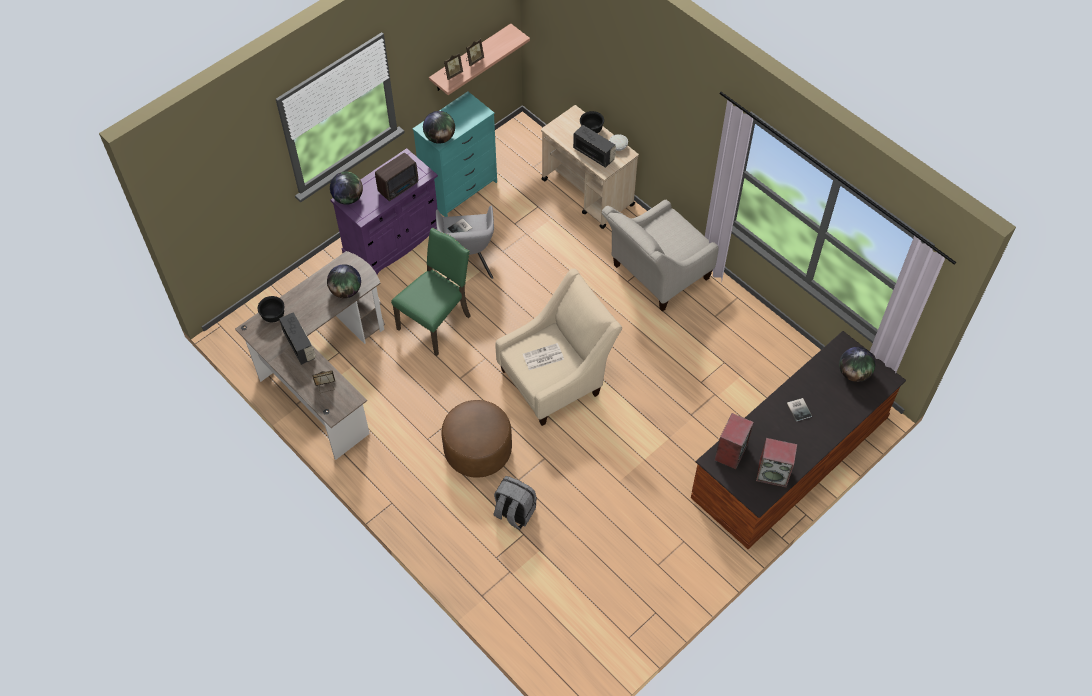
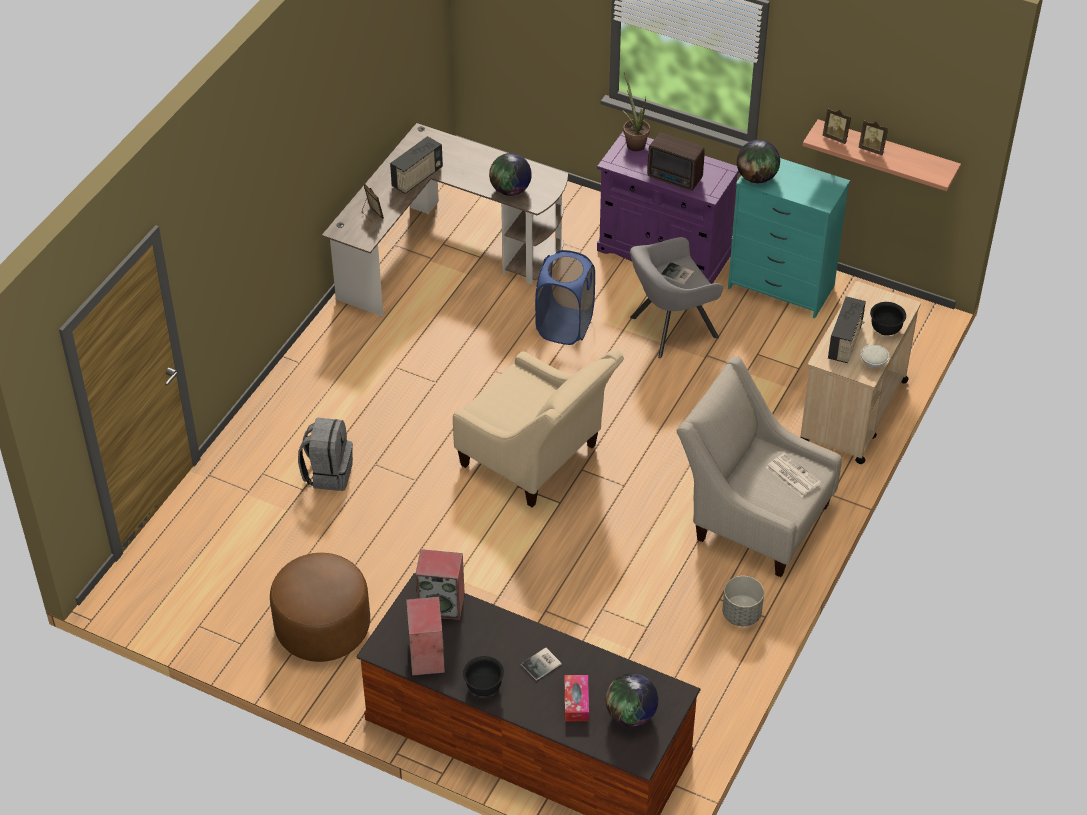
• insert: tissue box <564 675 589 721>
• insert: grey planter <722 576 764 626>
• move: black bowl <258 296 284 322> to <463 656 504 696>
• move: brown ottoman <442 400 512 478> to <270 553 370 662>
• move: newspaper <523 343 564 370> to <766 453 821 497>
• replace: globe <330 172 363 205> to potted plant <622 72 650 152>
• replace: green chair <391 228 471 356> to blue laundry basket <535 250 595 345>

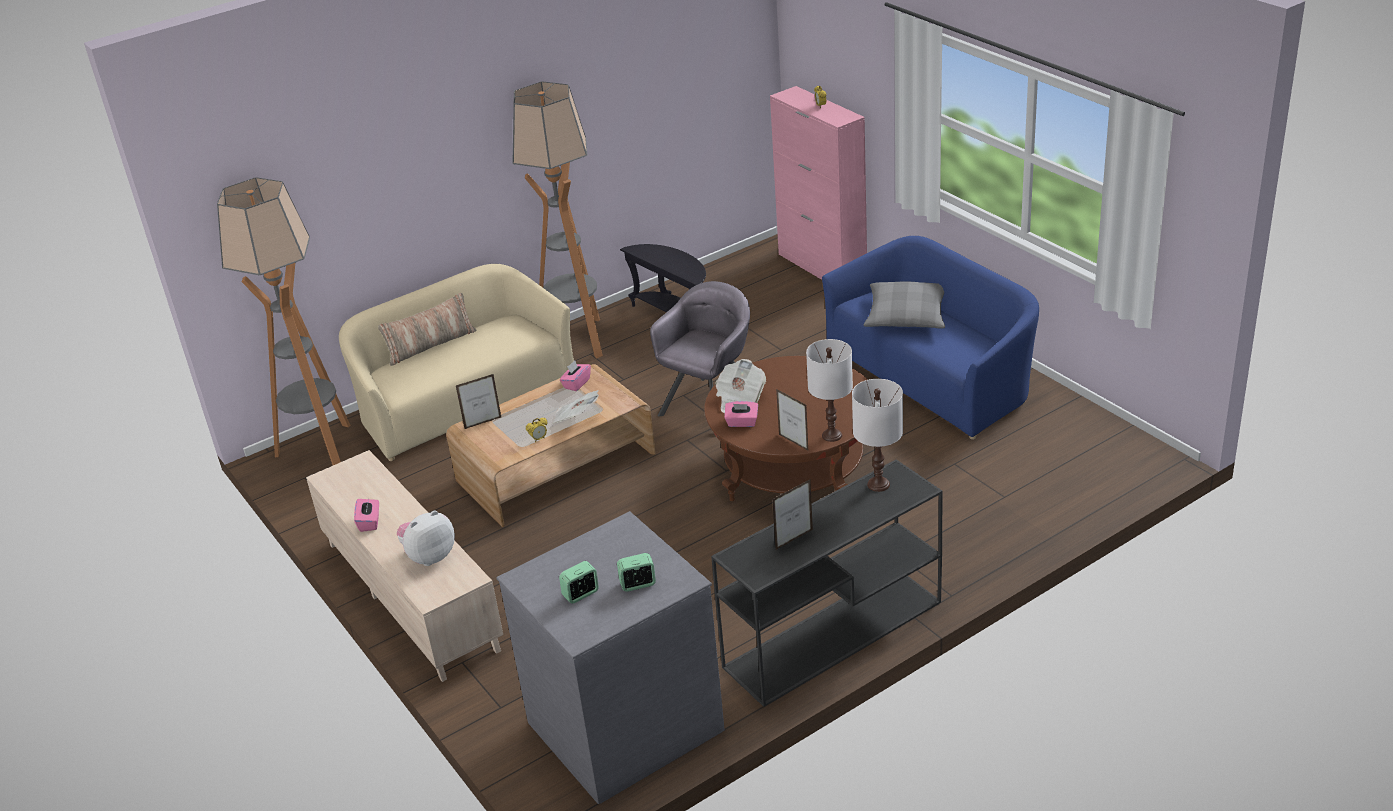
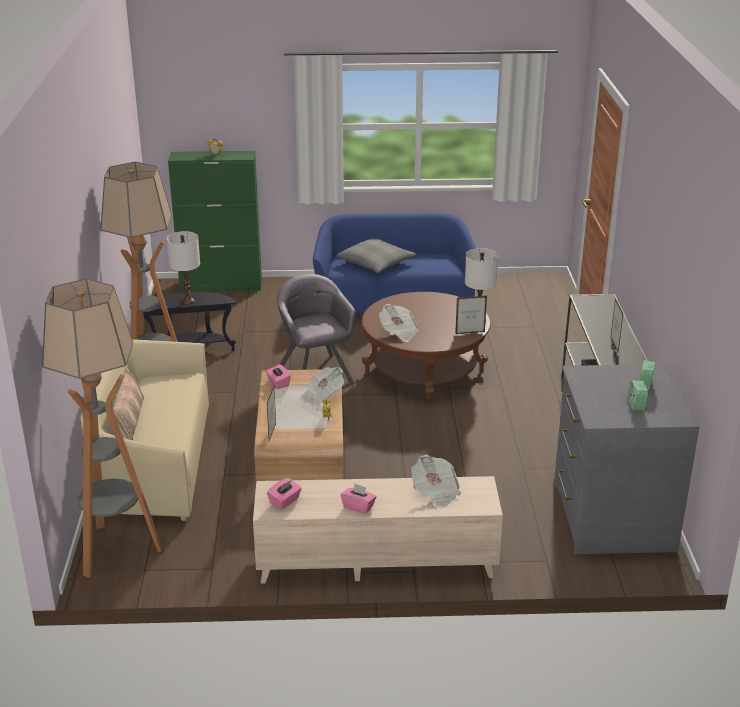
• move: pink tissue box <724 401 758 427> to <267 478 302 509>
• move: white table lamp <852 379 903 492> to <167 231 200 305>
• replace: plush toy <397 510 455 566> to newspaper <411 455 461 509>
• recolor: pink cabinet <770 86 867 280> to green cabinet <168 151 262 292>

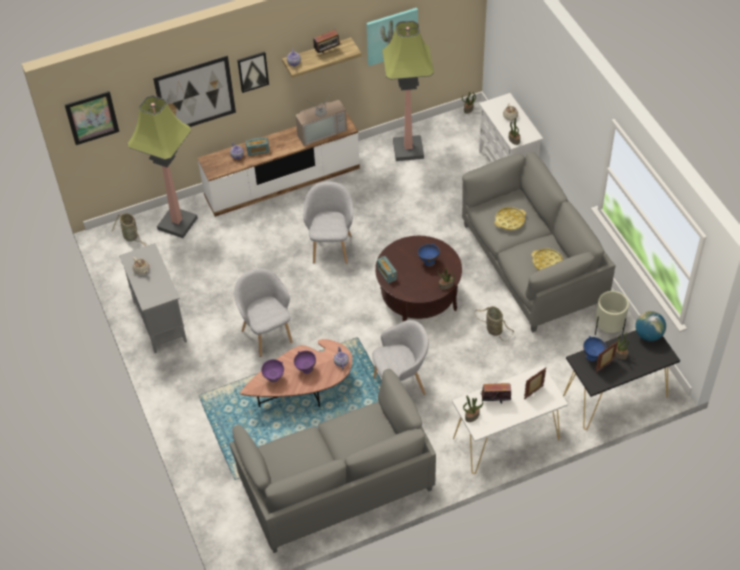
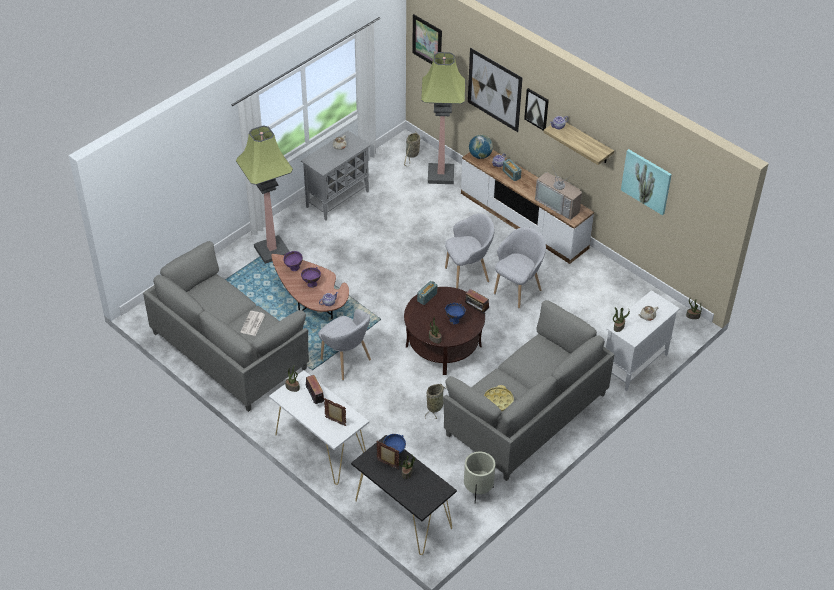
• delete: yellow tray <494 207 526 231>
• insert: newspaper <240 311 265 336>
• move: grey armchair <234 268 293 357> to <494 227 546 308>
• move: radio <314 29 340 53> to <465 289 489 313>
• move: floor lamp <382 21 434 161> to <236 125 293 264>
• move: globe <635 311 666 341> to <469 135 493 159>

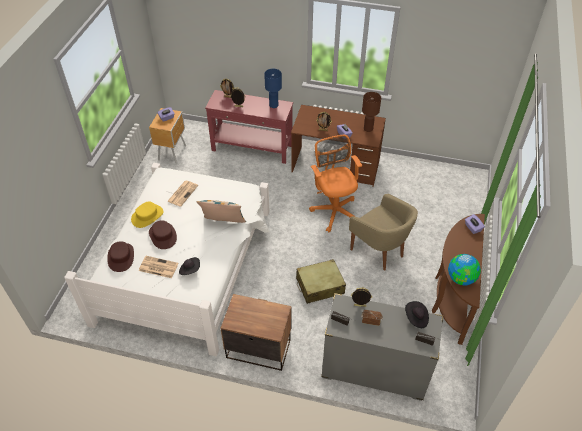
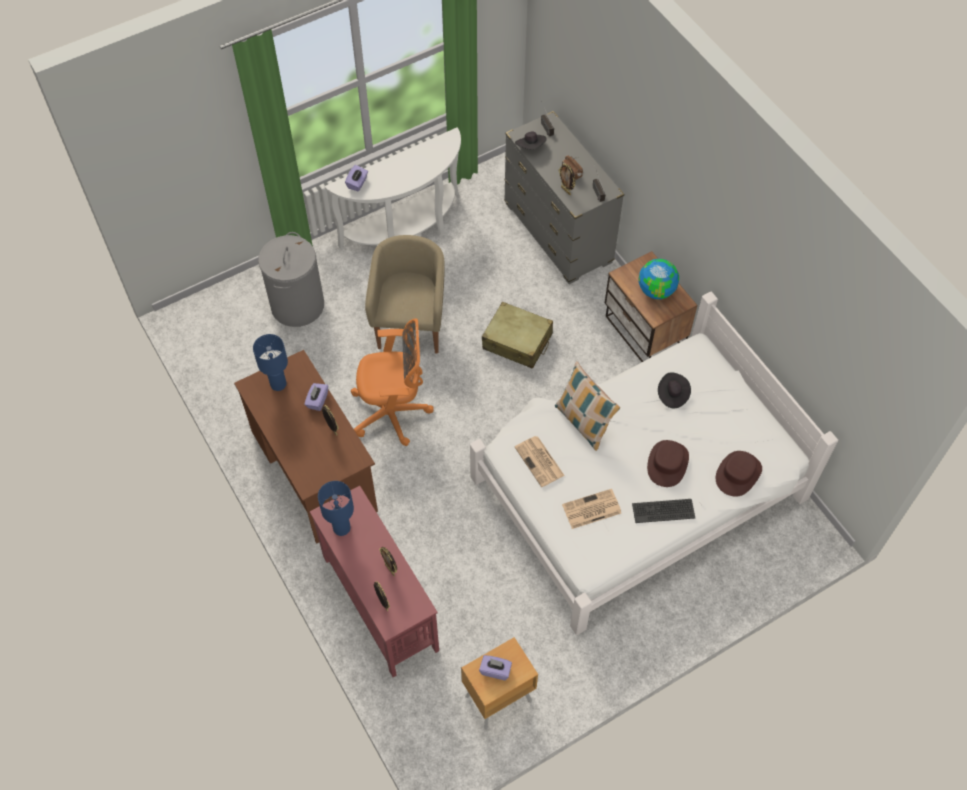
• insert: grey laundry basket <258 232 324 327>
• move: newspaper <139 256 178 278> to <515 436 565 487>
• move: globe <448 254 481 286> to <639 259 679 299>
• replace: yellow hat <131 201 163 228> to keyboard <632 499 695 523>
• recolor: brown table lamp <362 92 381 132> to blue table lamp <253 334 288 391>
• recolor: brown console table <432 214 485 345> to white console table <325 127 461 249>
• rotate: orange office chair <309 135 362 232> = <351 319 434 446> 120 degrees counterclockwise

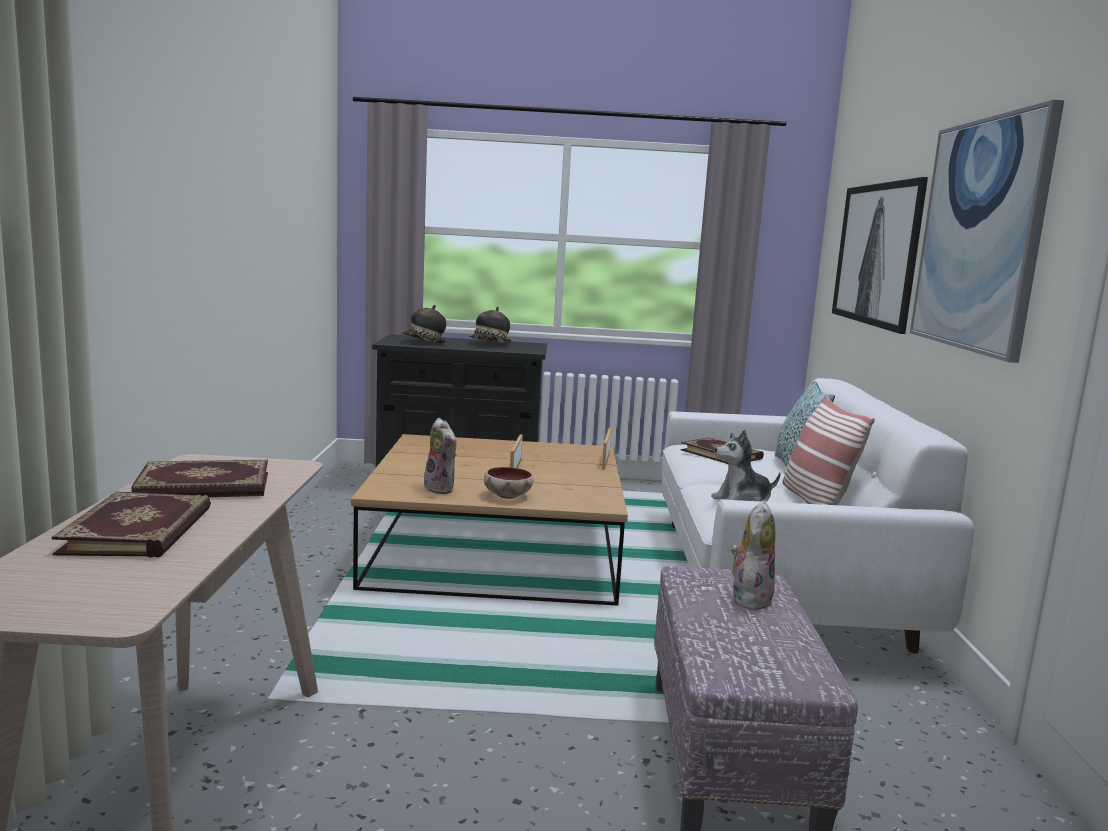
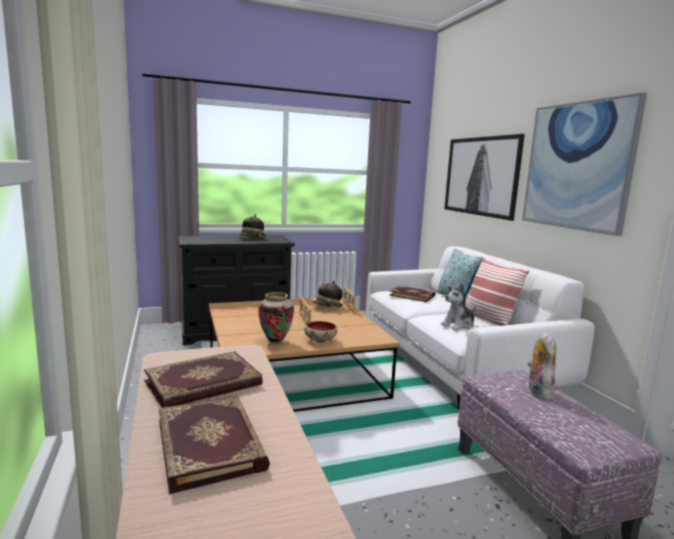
• move: hat <402 305 446 343> to <313 281 343 307>
• replace: plush toy <423 418 456 494> to vase <258 292 294 344>

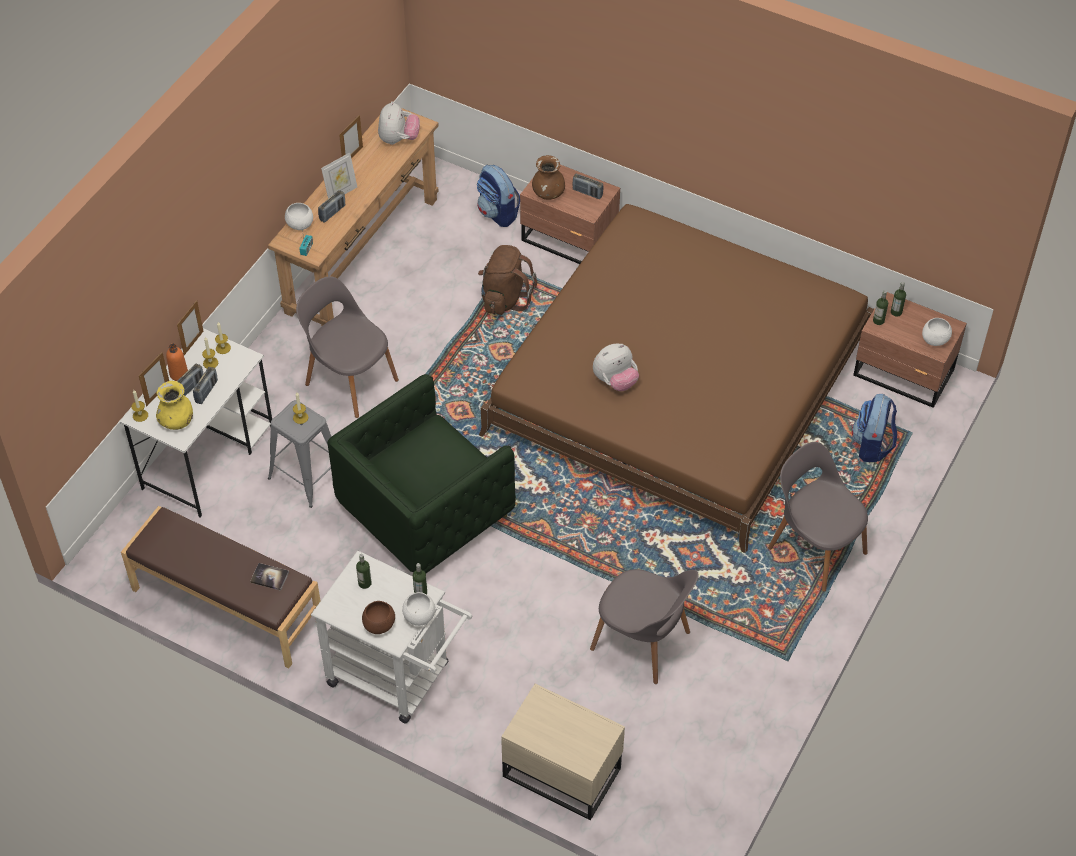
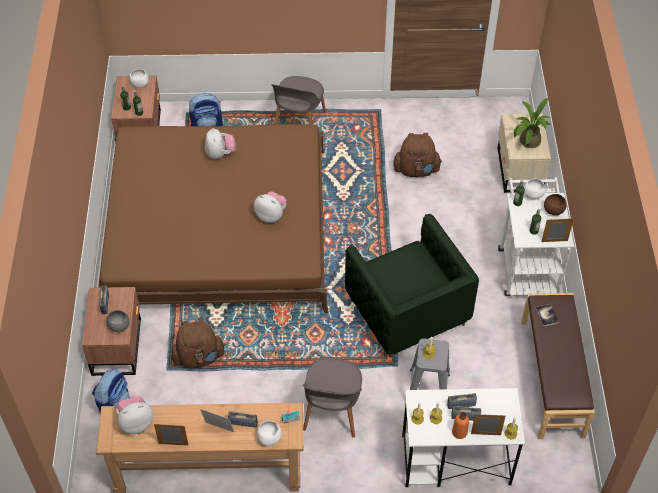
• delete: yellow vase <156 381 193 430>
• insert: plush toy <205 128 236 159>
• insert: potted plant <514 98 552 148>
• move: picture frame <177 300 203 355> to <542 218 574 242>
• replace: brown vase <532 155 565 200> to grey bowl <106 310 130 332>
• replace: grey chair <590 569 699 684> to brown backpack <393 133 442 178>
• rotate: green armchair <327 374 516 573> = <345 214 479 358> 45 degrees clockwise

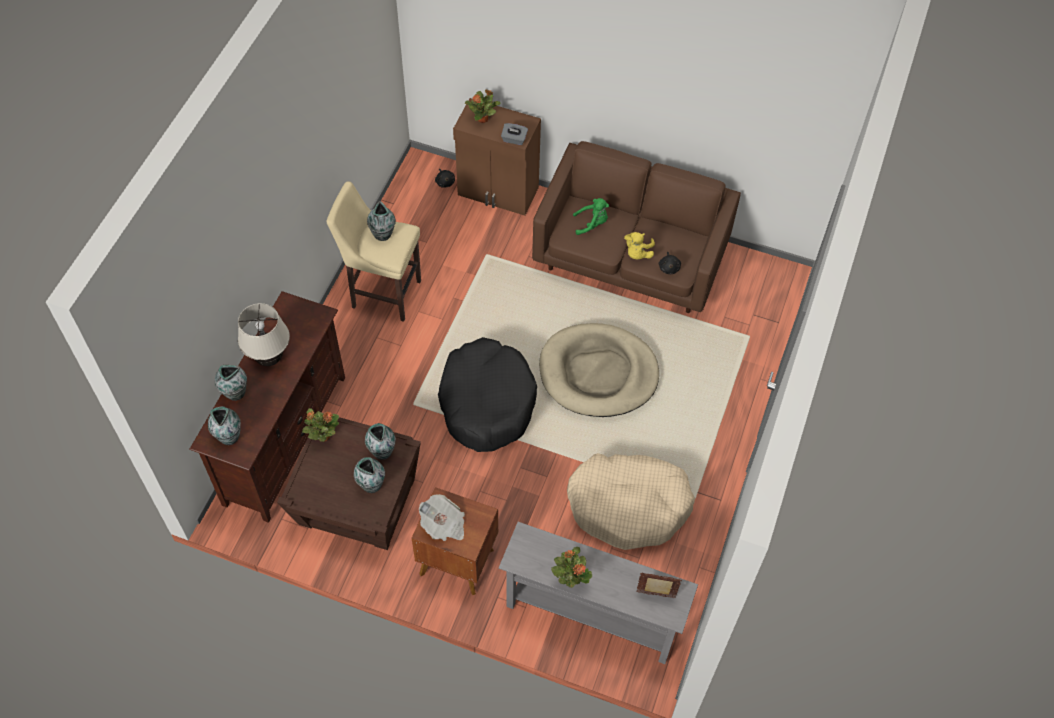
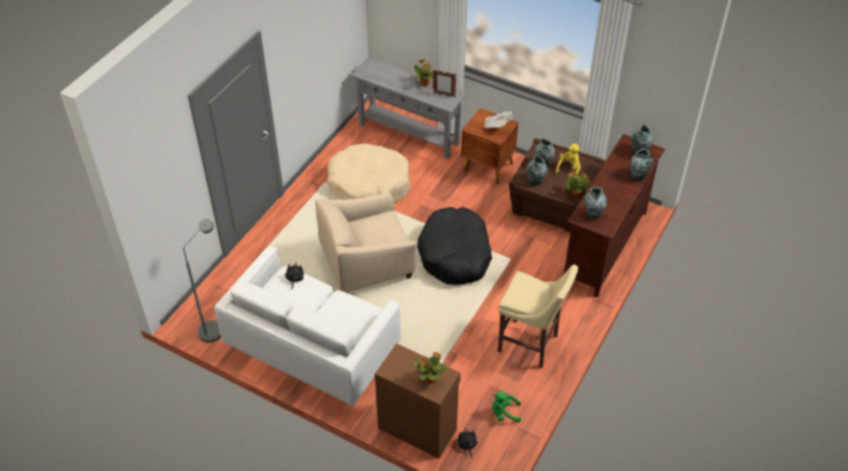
• delete: beige table lamp <238 303 290 366>
• delete: grey tissue box <501 123 528 145>
• insert: grey floor lamp <183 218 221 342>
• move: vase <367 201 396 241> to <584 187 607 219>
• move: green plush toy <573 198 609 235> to <492 391 521 423>
• move: yellow plush toy <624 232 655 259> to <555 144 581 175>
• move: picture frame <636 572 682 598> to <433 70 456 97>
• replace: beige dog bed <539 323 659 417> to beige armchair <315 192 416 294>
• recolor: brown sofa <532 141 741 313> to white sofa <214 246 401 406>

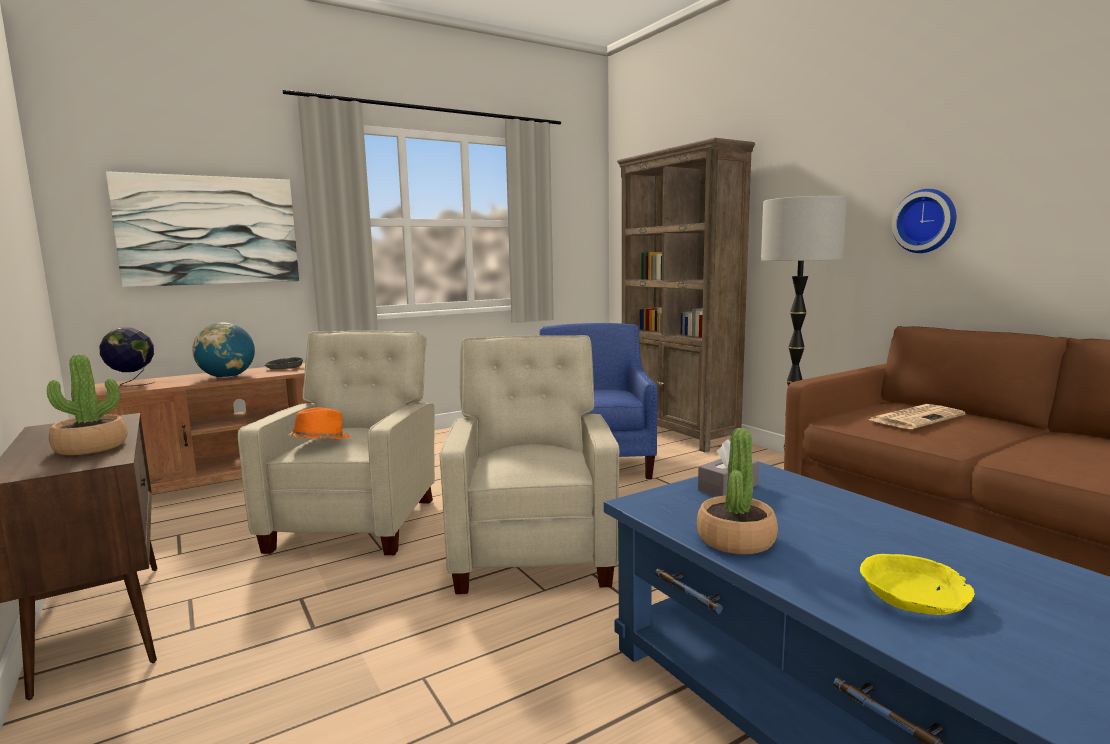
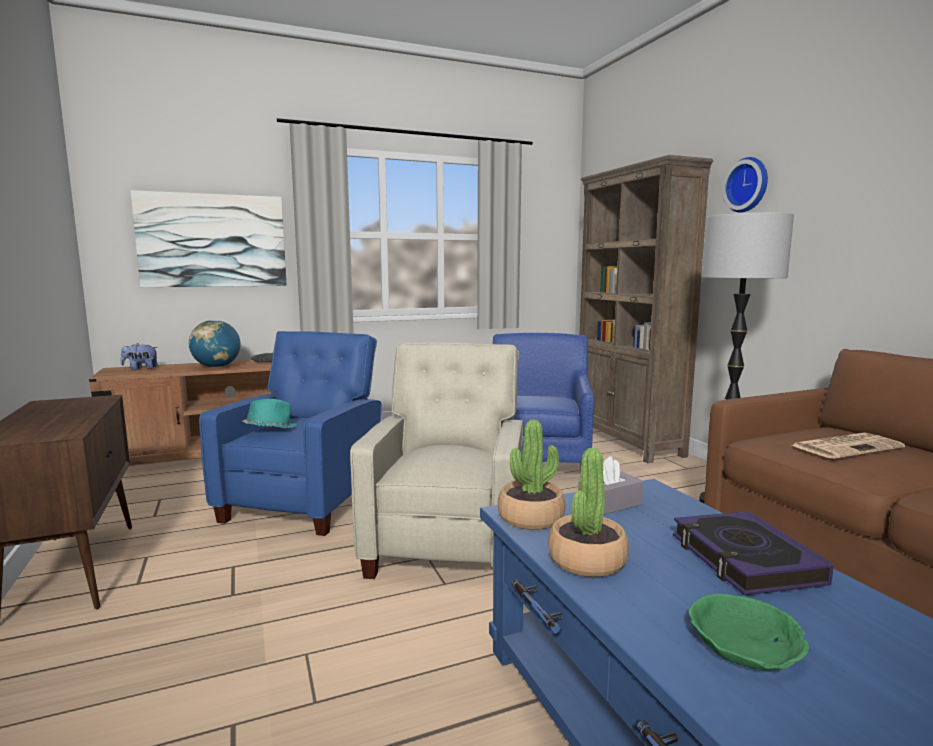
• insert: book <673 511 834 595>
• move: potted plant <47 354 127 455> to <498 420 565 530>
• move: wall clock <892 189 956 253> to <722 157 768 213>
• replace: globe <100 327 155 386> to plush toy <121 343 158 370>
• recolor: beige armchair <238 331 435 555> to blue armchair <199 331 382 536>
• recolor: orange hat <288 407 350 439> to turquoise hat <242 399 297 428>
• recolor: yellow bowl <860 554 975 615> to green bowl <688 593 810 671>

